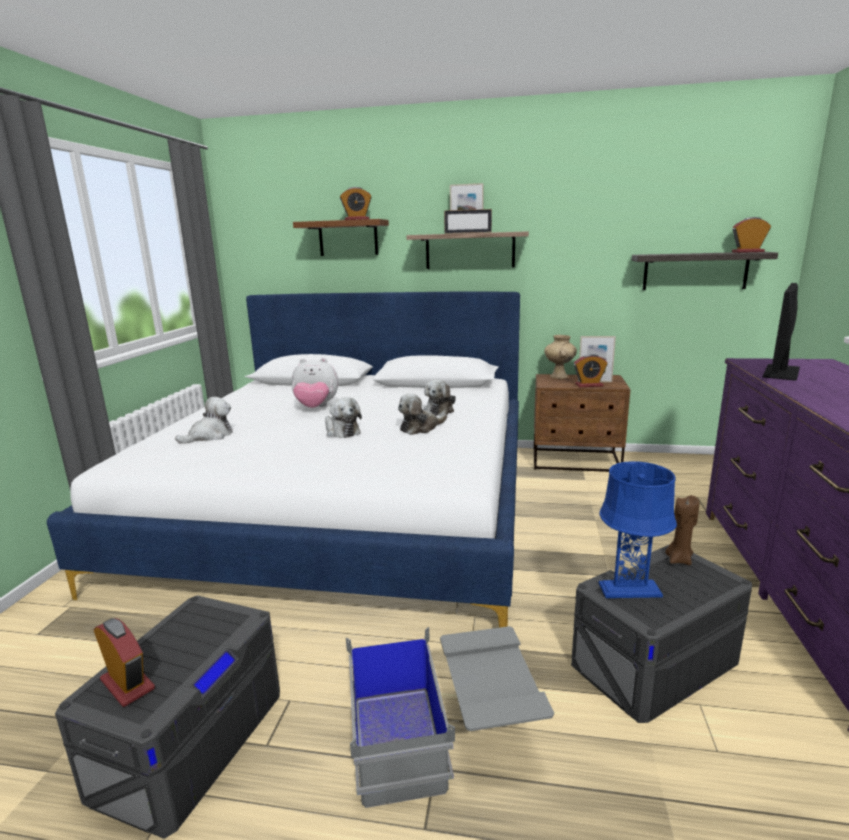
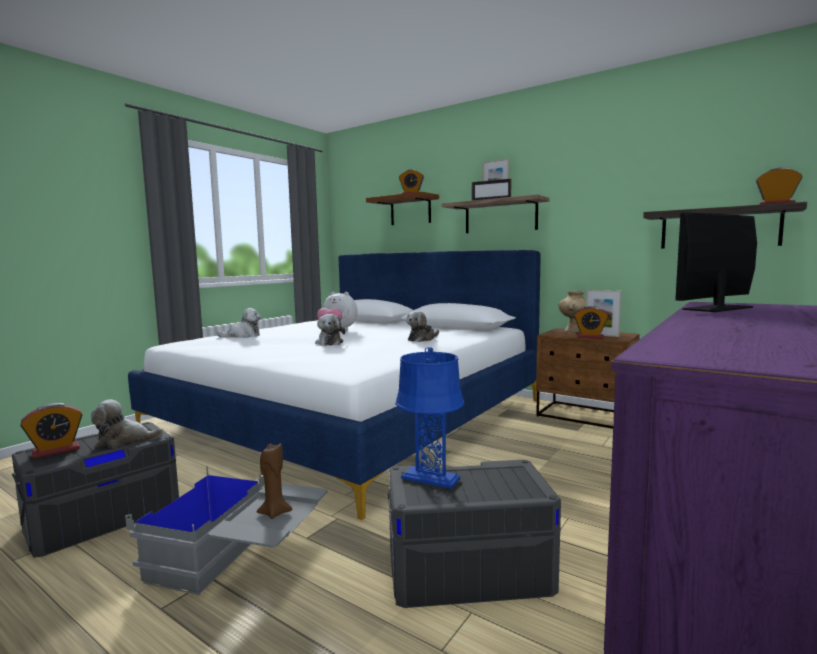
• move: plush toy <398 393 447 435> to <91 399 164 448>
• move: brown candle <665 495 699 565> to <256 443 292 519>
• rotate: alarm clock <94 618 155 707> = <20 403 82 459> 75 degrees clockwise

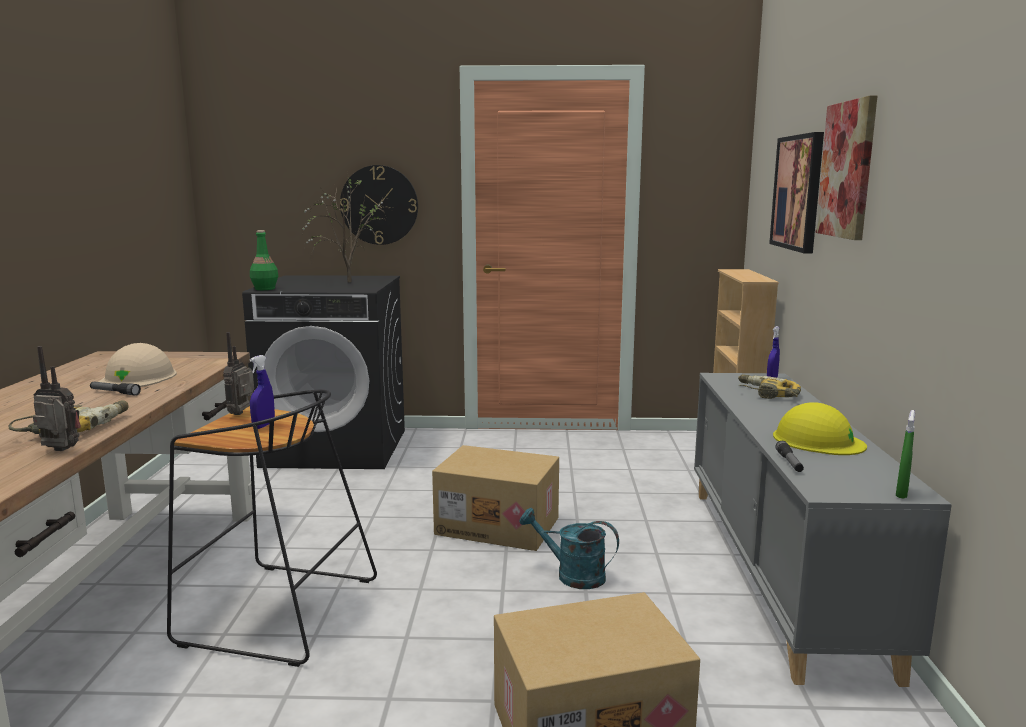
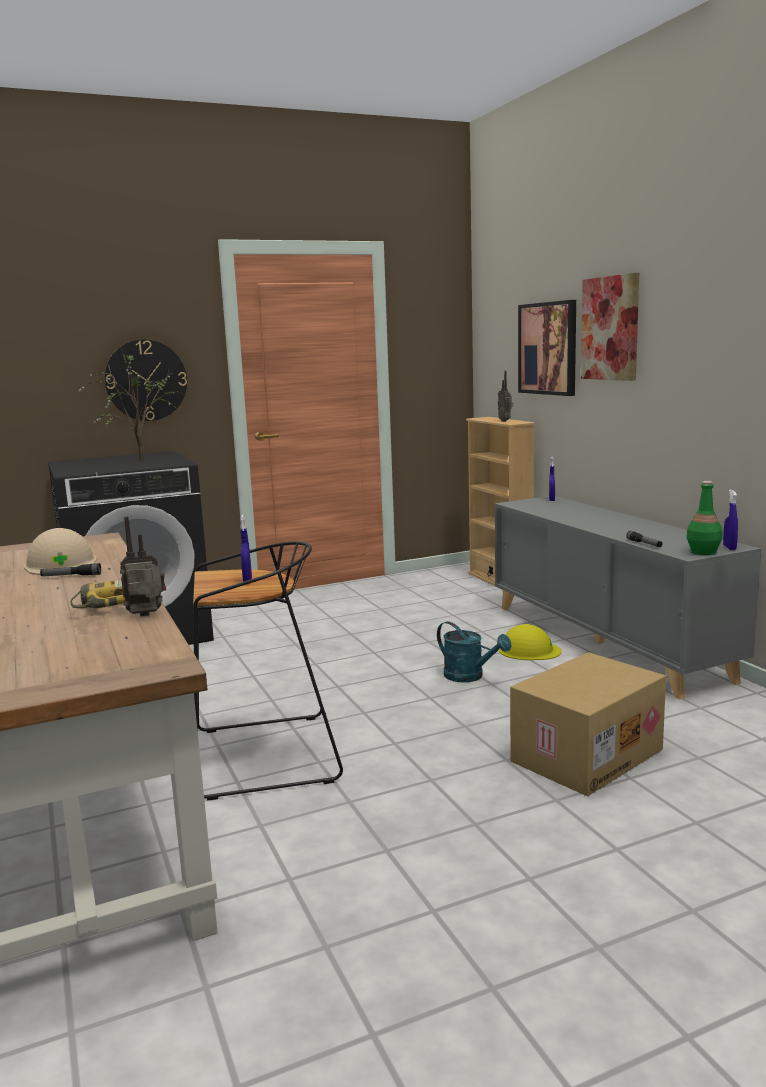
• delete: cardboard box <432 445 559 551>
• delete: power drill <738 374 801 399>
• move: radio <223 332 254 415> to <498 371 513 422>
• move: green bottle <250 230 278 290> to <687 481 723 555>
• move: yellow hard hat <773 402 867 455> to <498 624 561 660>
• recolor: green spray bottle <896 410 915 499> to blue spray bottle <723 490 738 550>
• rotate: turquoise watering can <520 508 619 589> = <437 621 511 682> 135 degrees counterclockwise

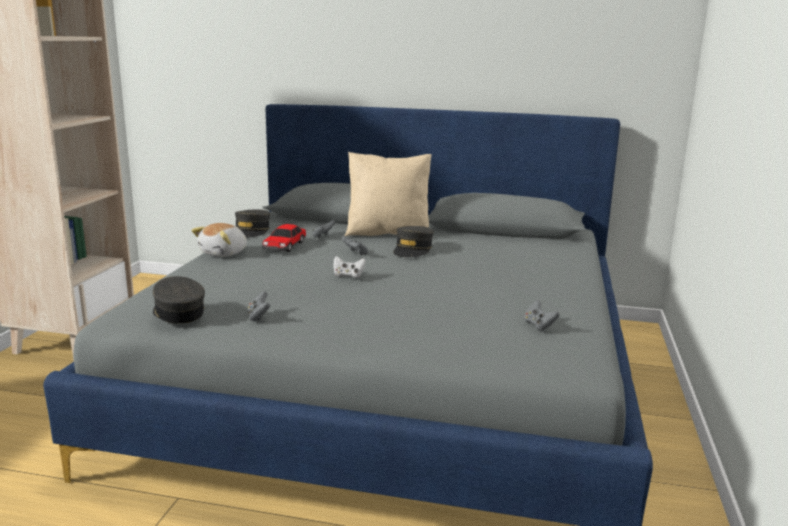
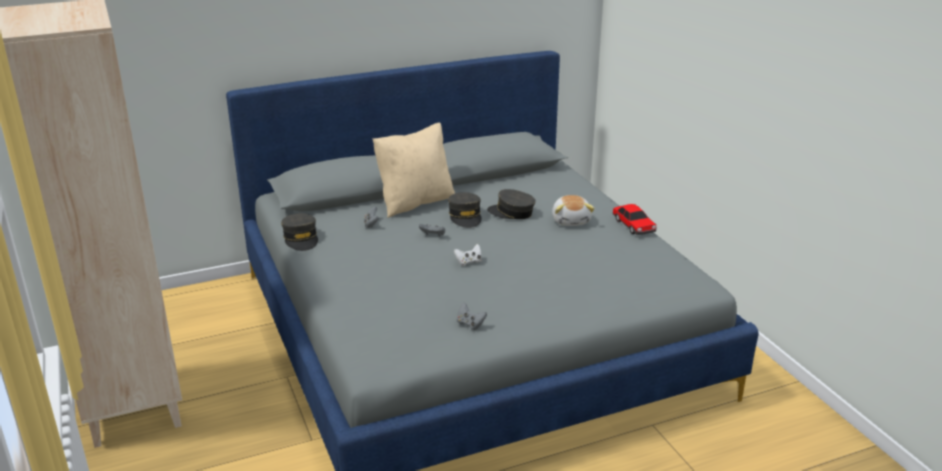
• delete: grey game controller <524 300 559 331>
• move: grey cap <153 276 205 324> to <487 189 535 219>
• move: plush toy <191 223 247 257> to <552 195 594 226>
• move: toy car <263 224 306 252> to <613 204 656 235>

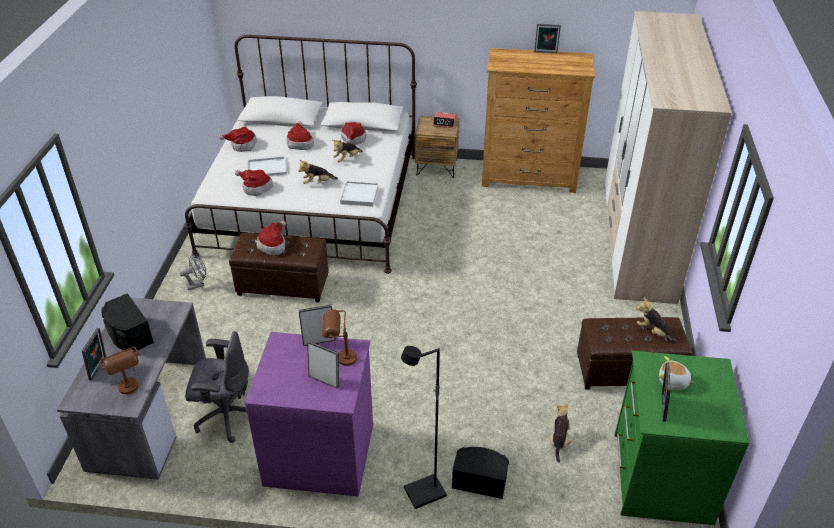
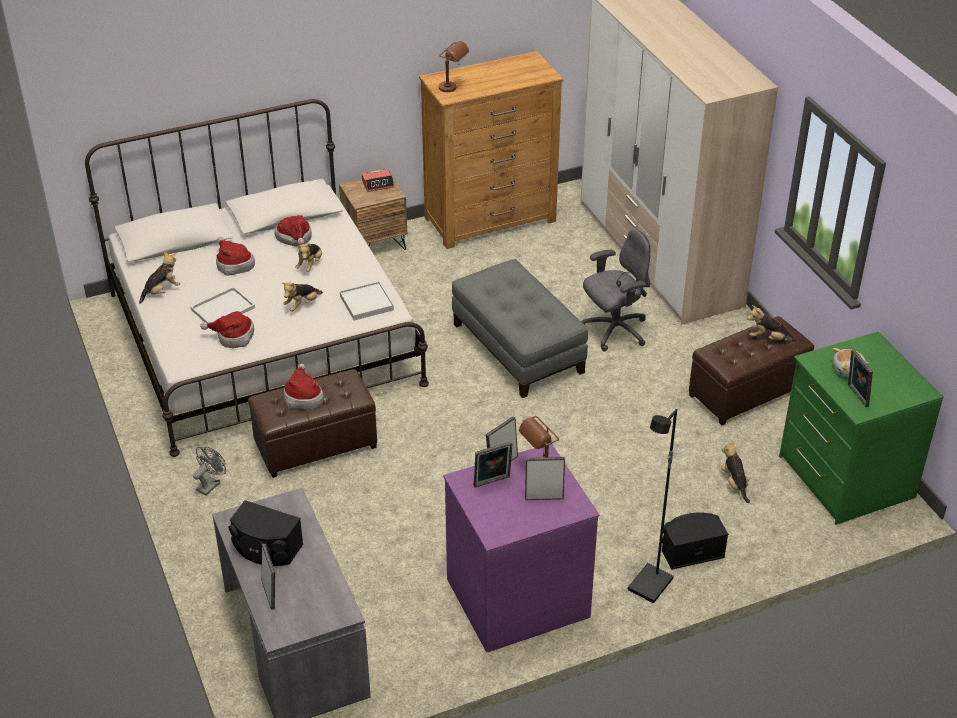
• insert: grey ottoman <452 259 588 398>
• move: brown table lamp <99 347 140 394> to <439 41 469 92>
• move: grey office chair <185 331 249 443> to <581 229 650 351>
• move: picture frame <534 24 561 53> to <474 442 513 488>
• replace: hat <219 127 257 152> to plush toy <139 251 180 304>

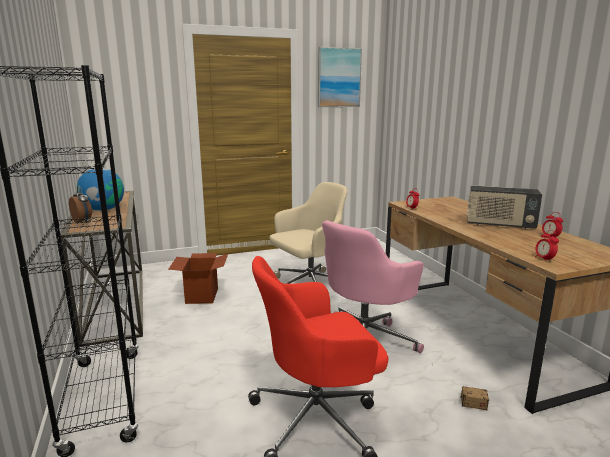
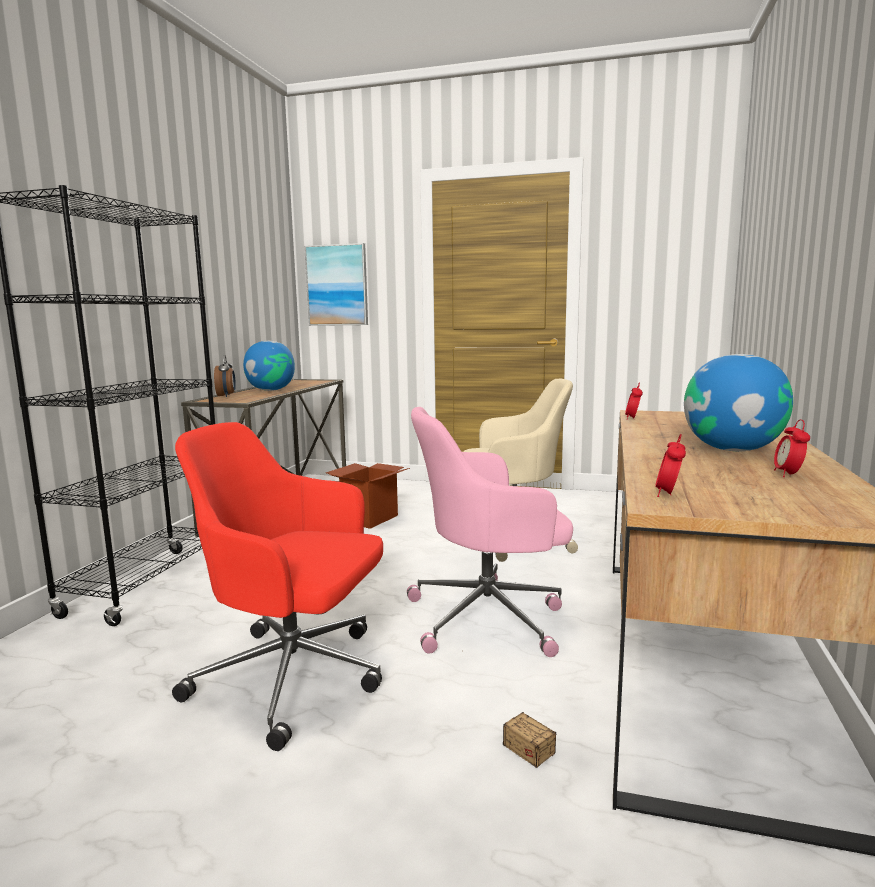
• move: picture <318 47 362 107> to <304 243 368 326>
• replace: radio <467 186 542 229> to globe <684 354 793 451>

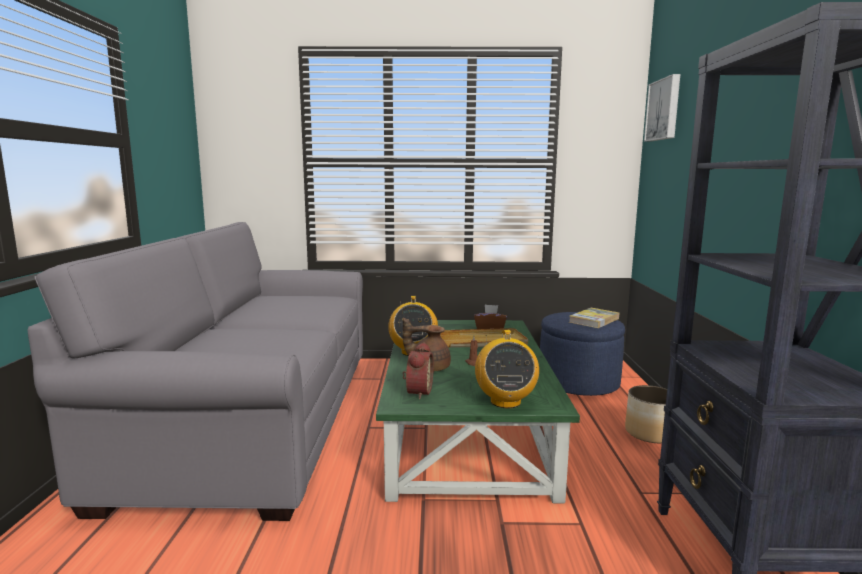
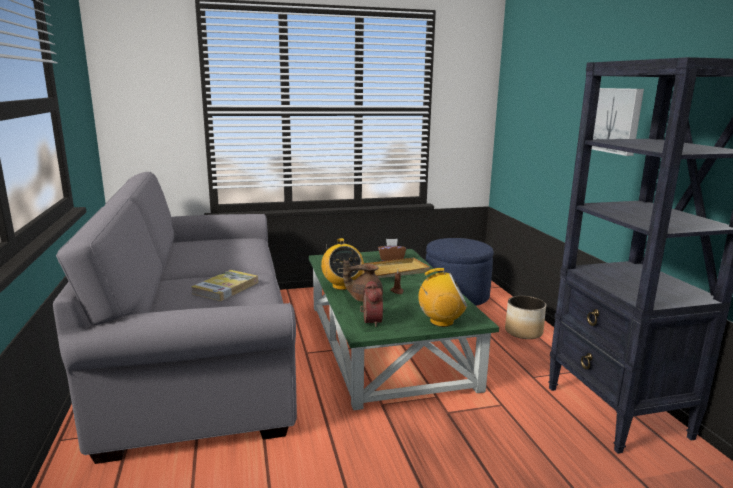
• move: book <569 308 619 328> to <191 270 258 301>
• move: picture <644 74 680 142> to <592 88 644 156>
• rotate: radio <475 330 539 408> = <418 268 467 327> 75 degrees counterclockwise

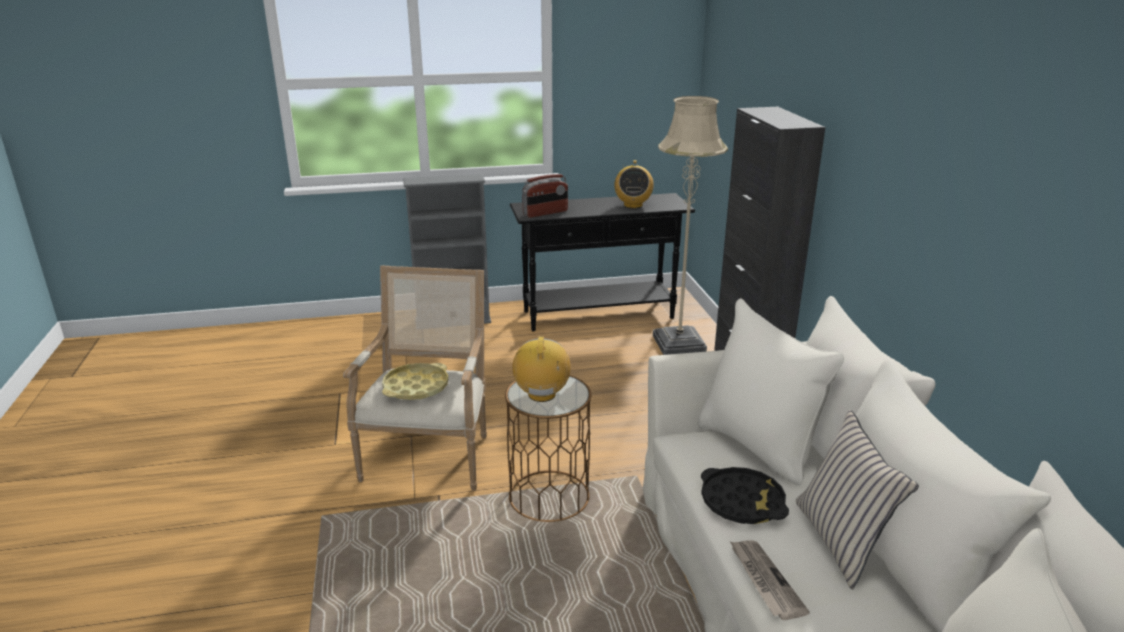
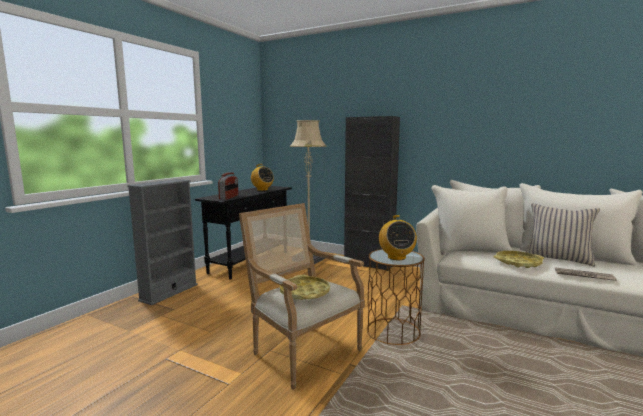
• recolor: black tray <701 467 789 524> to yellow tray <494 251 544 268>
• rotate: radio <512 337 571 402> = <379 215 417 260> 135 degrees counterclockwise

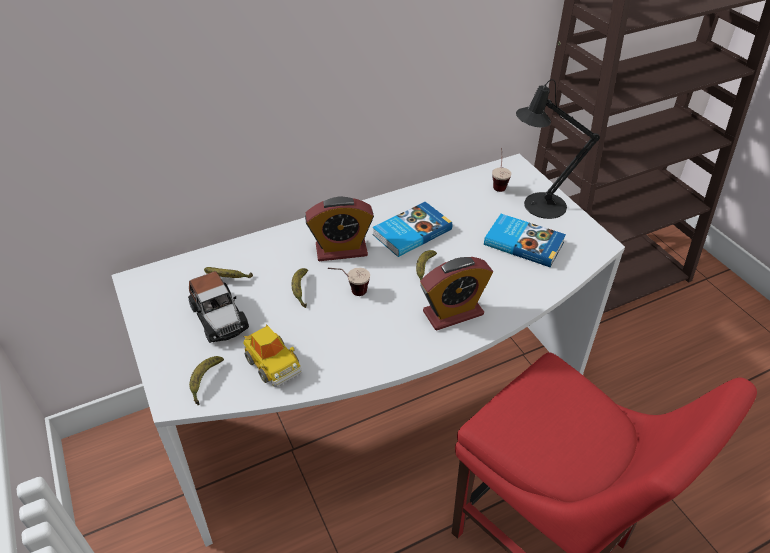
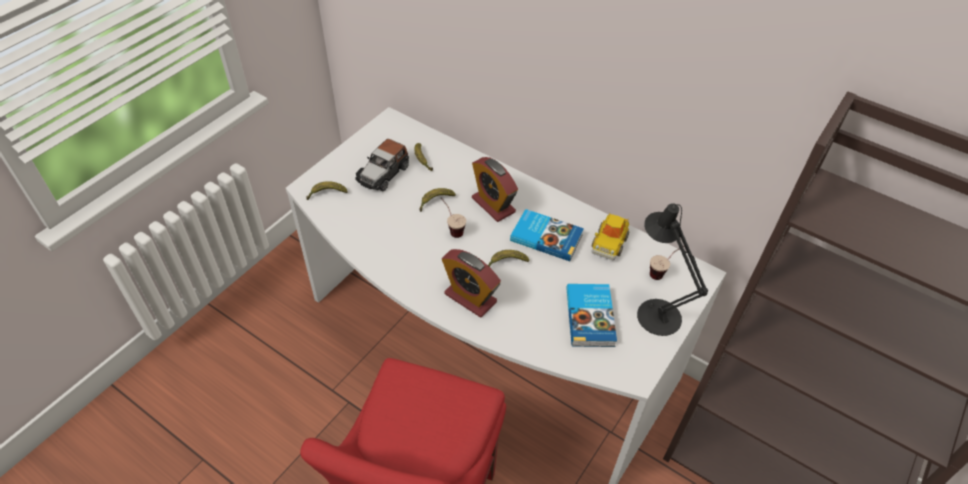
• move: toy car <243 325 302 387> to <591 213 629 260>

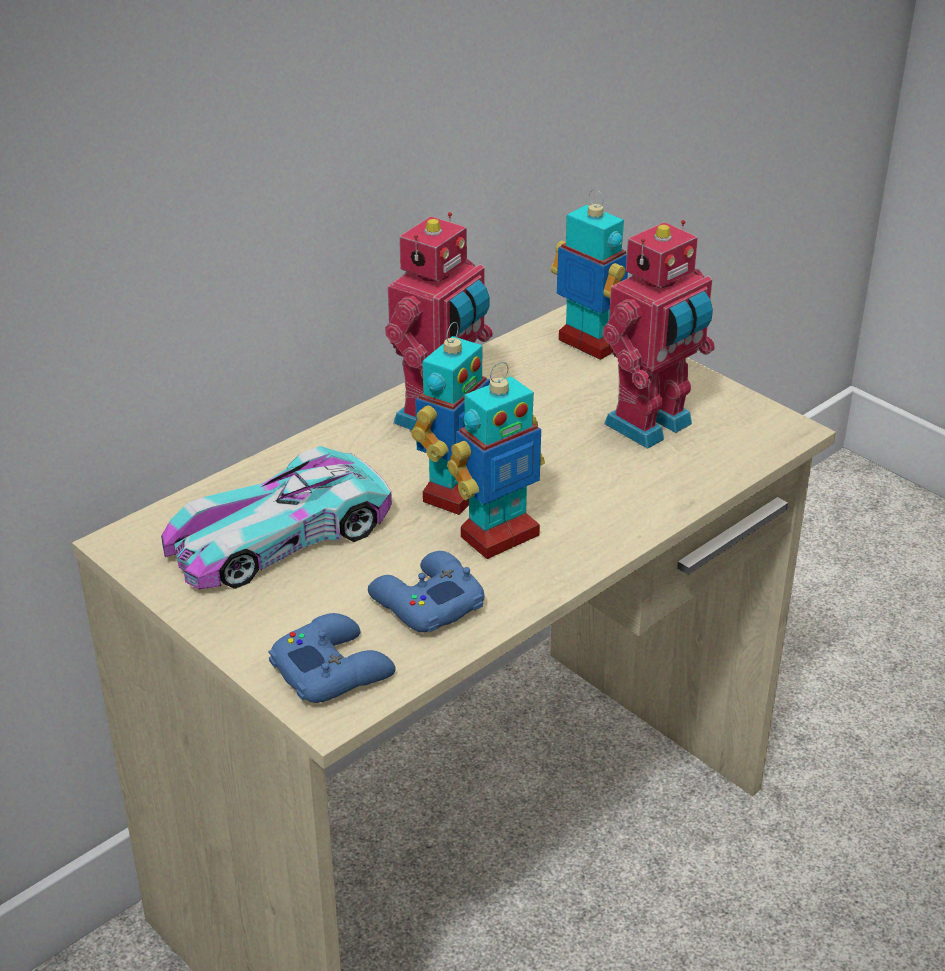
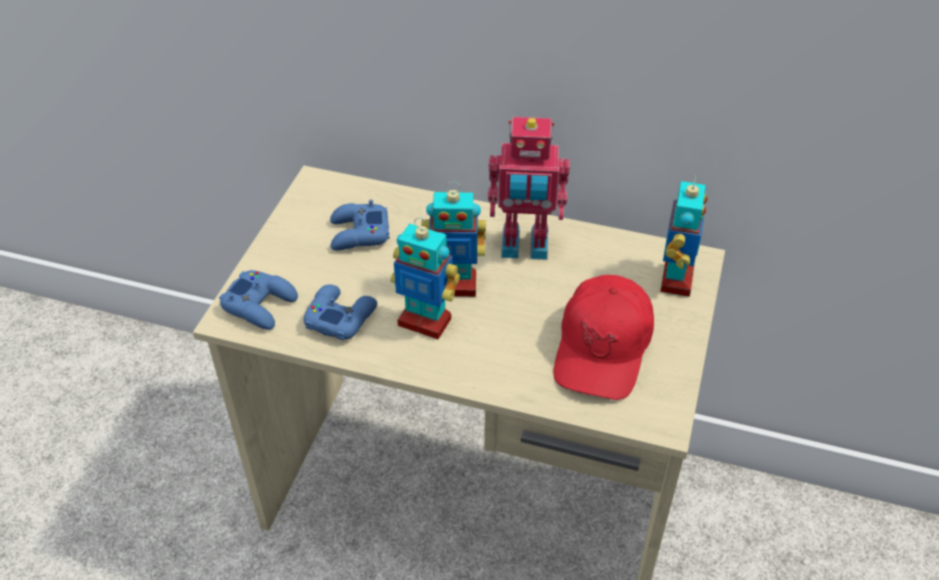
• replace: toy car <161 446 392 590> to blue game controller <330 200 390 251>
• replace: toy robot <603 220 715 449> to red cap <553 275 654 400>

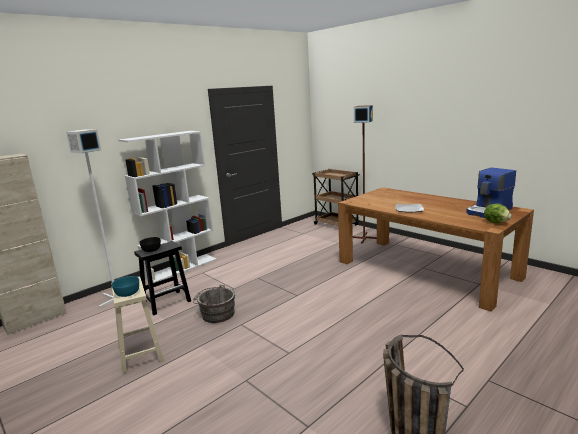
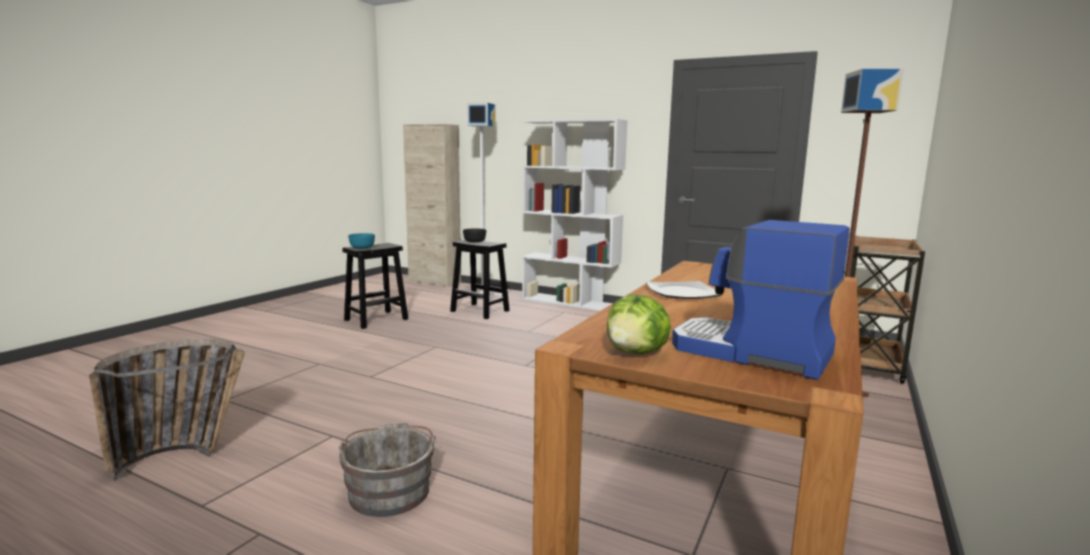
• move: grey bucket <193 285 235 323> to <339 423 436 517>
• recolor: beige stool <111 277 164 374> to black stool <342 243 408 329>

